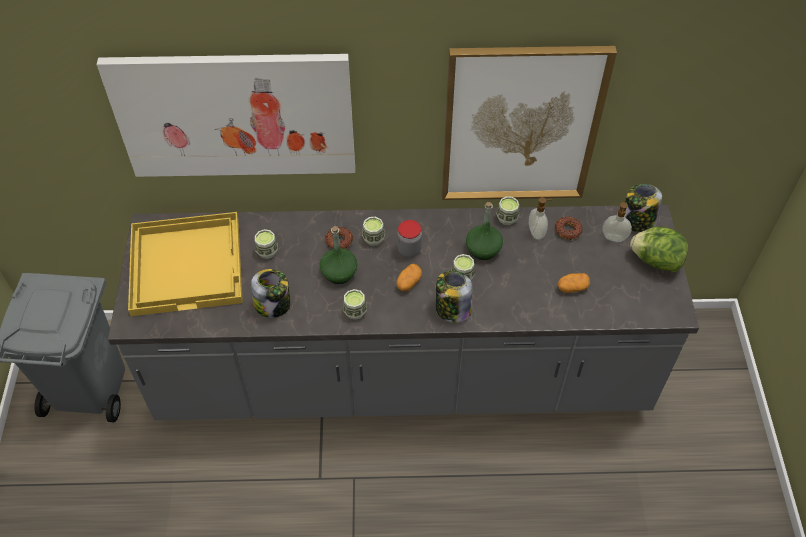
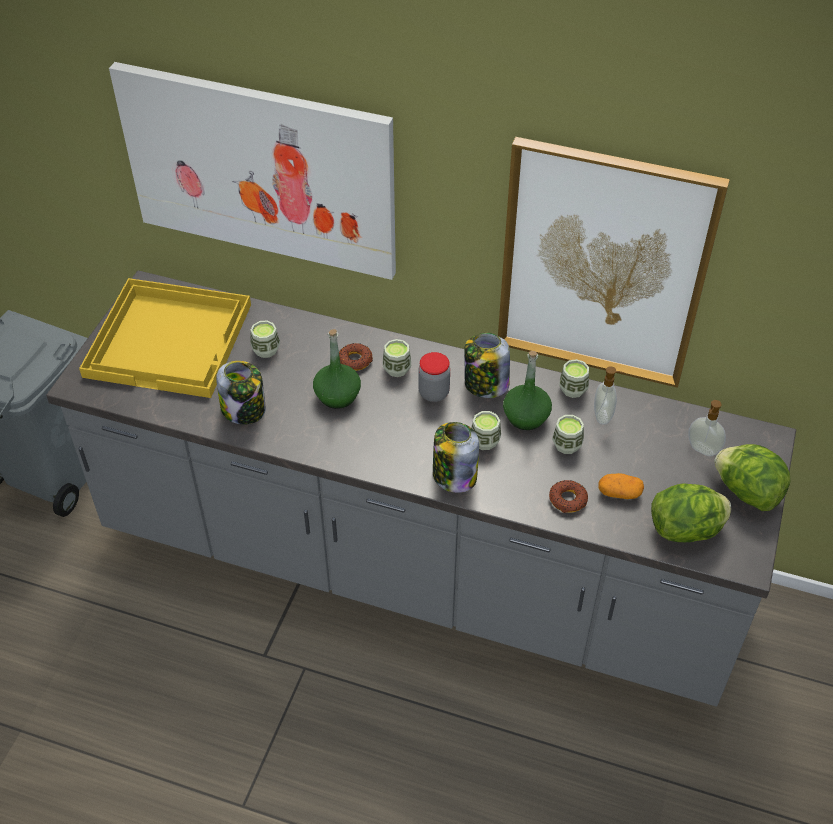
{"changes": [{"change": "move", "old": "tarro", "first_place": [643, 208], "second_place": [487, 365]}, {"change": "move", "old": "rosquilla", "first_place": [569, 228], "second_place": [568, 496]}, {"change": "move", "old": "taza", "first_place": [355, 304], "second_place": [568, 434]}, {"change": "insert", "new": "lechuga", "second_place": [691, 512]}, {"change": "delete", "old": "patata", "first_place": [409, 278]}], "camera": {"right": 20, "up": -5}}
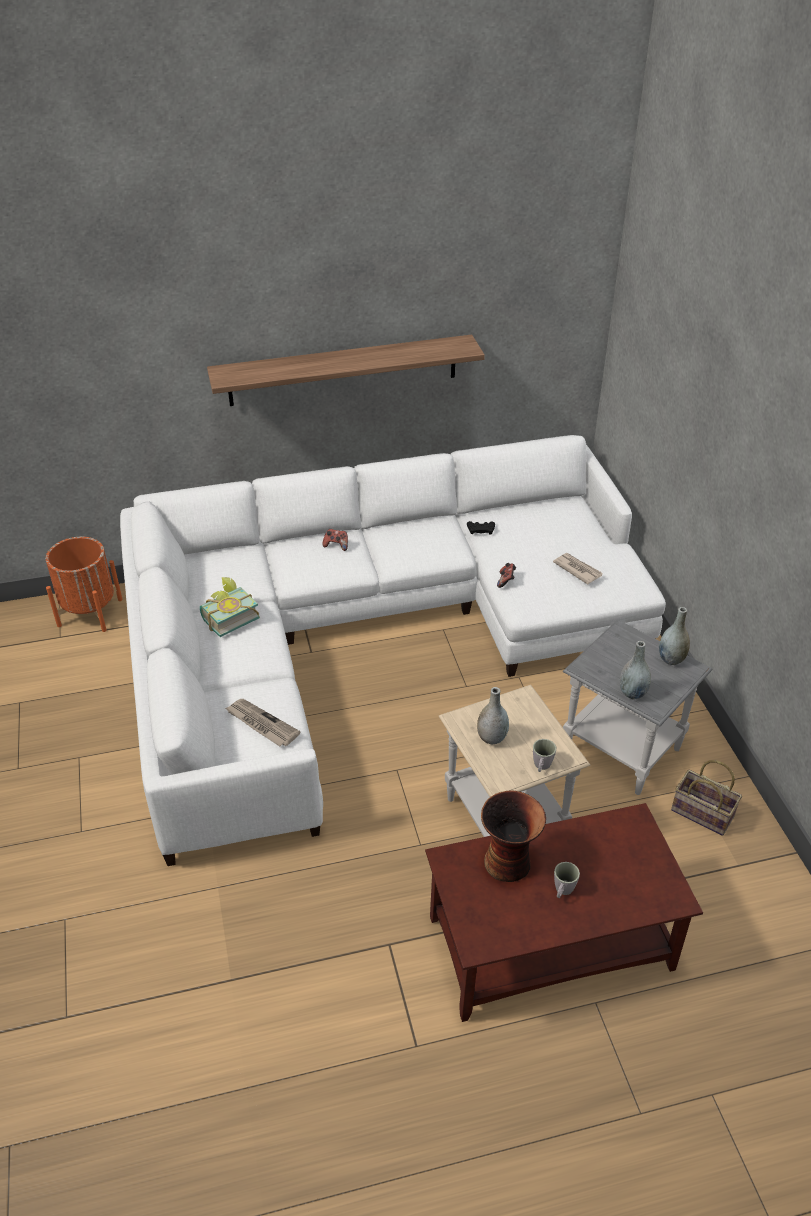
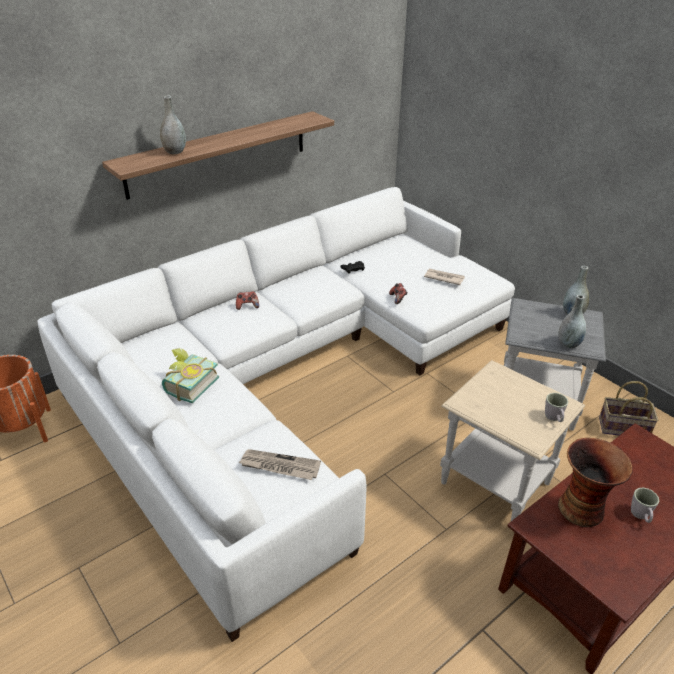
{"changes": [{"change": "move", "old": "florero/gris", "first_place": [493, 715], "second_place": [173, 124]}], "camera": {"right": -25, "up": -5}}
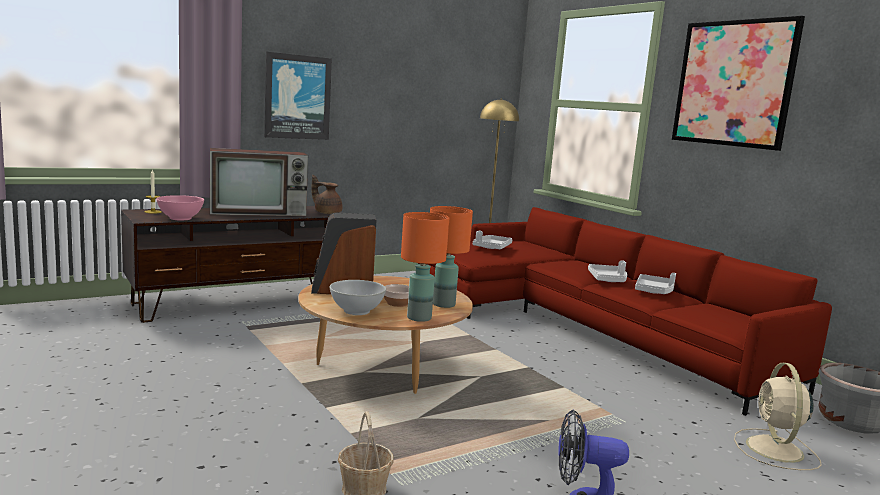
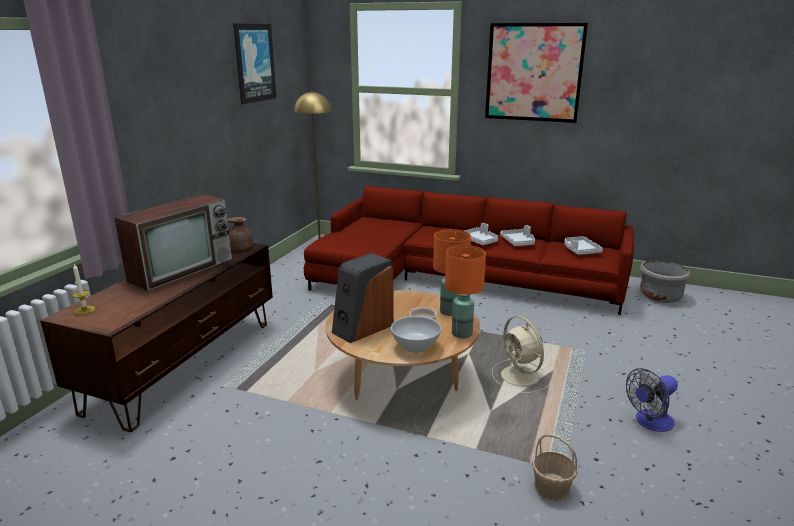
{"changes": [{"change": "move", "old": "cuadro", "first_place": [298, 96], "second_place": [255, 64]}, {"change": "move", "old": "ventilador/beis", "first_place": [778, 416], "second_place": [521, 354]}, {"change": "move", "old": "bandeja/gris", "first_place": [492, 240], "second_place": [583, 245]}, {"change": "delete", "old": "cuenco/rosa", "first_place": [180, 207]}], "camera": {"right": -35, "up": 10}}
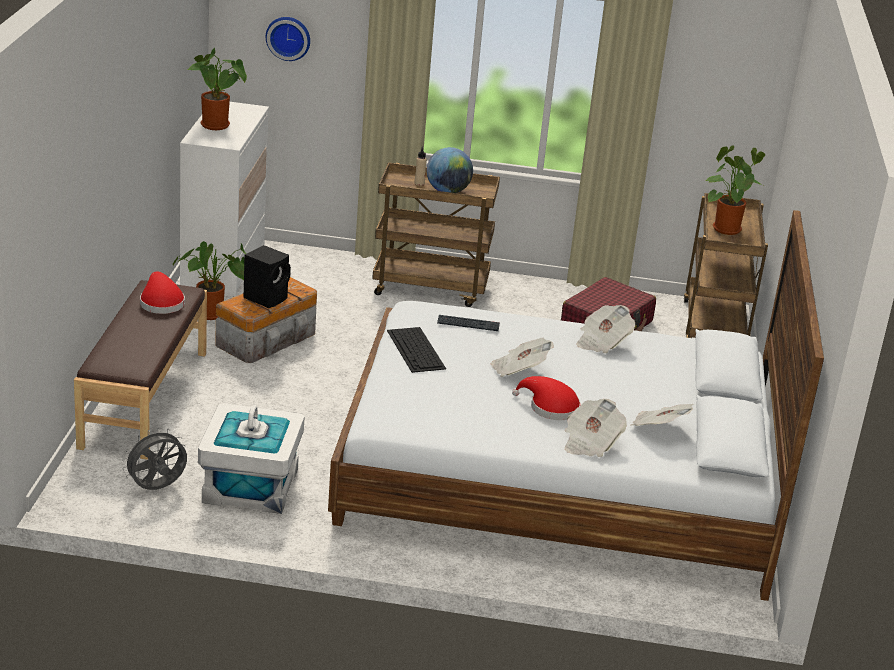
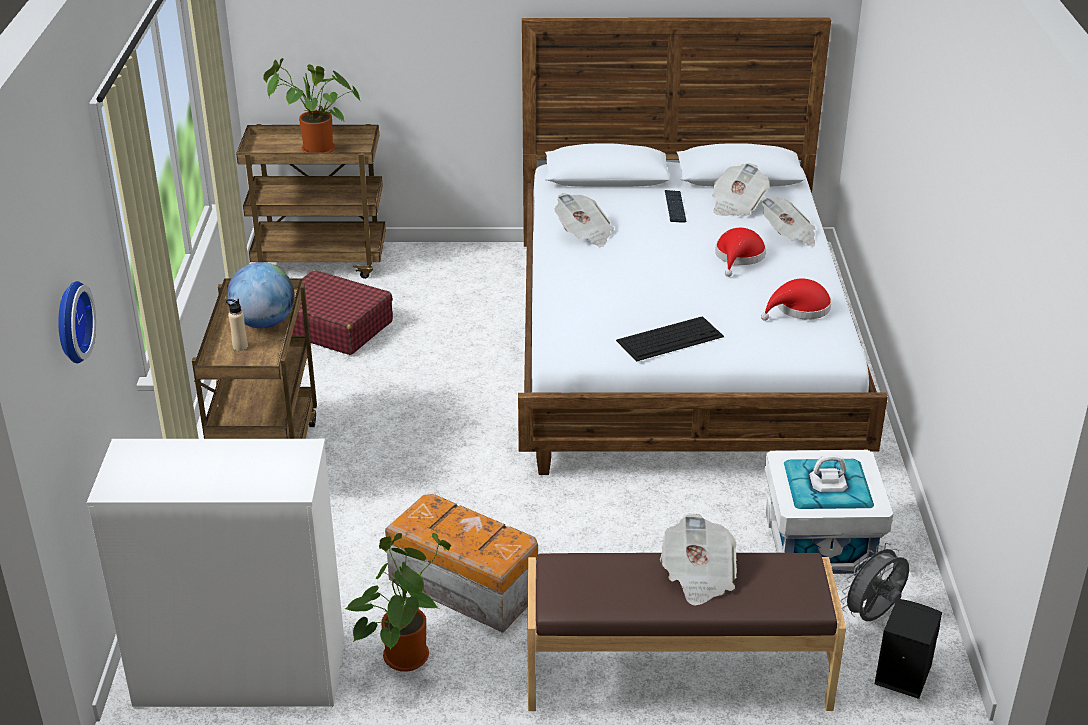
{"changes": [{"change": "move", "old": "periódico", "first_place": [522, 357], "second_place": [698, 560]}, {"change": "move", "old": "teclado", "first_place": [468, 323], "second_place": [675, 206]}, {"change": "move", "old": "sombrero/rojo", "first_place": [162, 292], "second_place": [796, 300]}, {"change": "rotate", "old": "ventilador/gris", "first_place": [154, 459], "second_place": [874, 582], "degrees": 90}, {"change": "move", "old": "altavoz/negro", "first_place": [267, 276], "second_place": [908, 649]}, {"change": "delete", "old": "planta en maceta", "first_place": [217, 89]}], "camera": {"right": -95, "up": 5}}
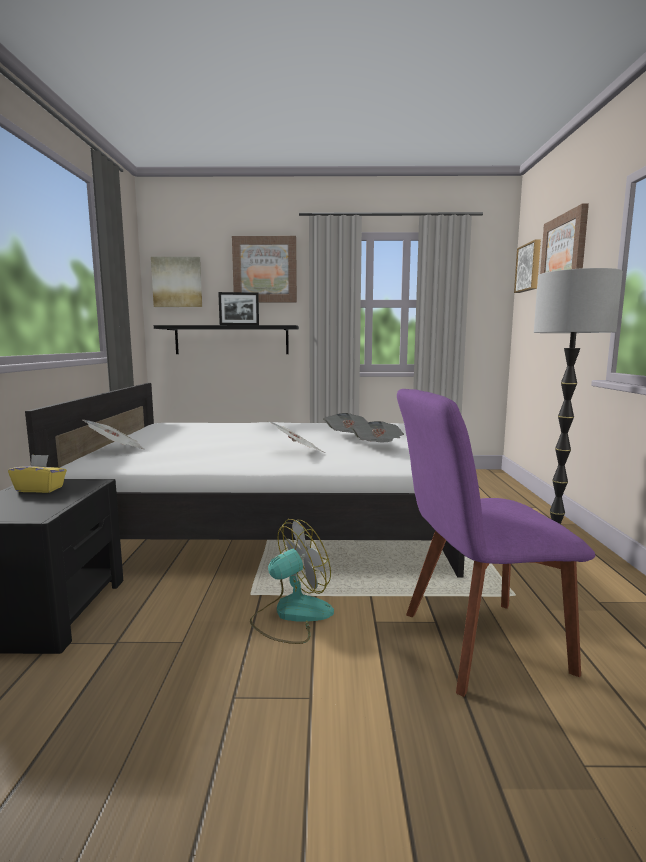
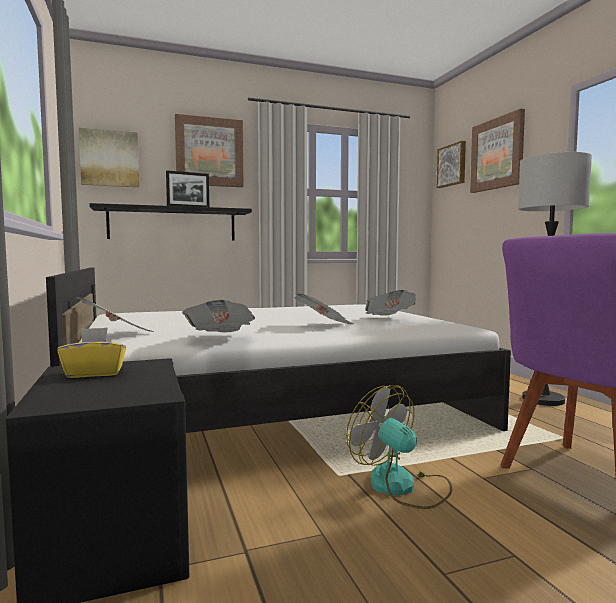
{"changes": [{"change": "move", "old": "periódico", "first_place": [345, 423], "second_place": [218, 316]}, {"change": "rotate", "old": "ventilador", "first_place": [292, 581], "second_place": [399, 447], "degrees": -75}], "camera": {"right": -20, "up": -5}}
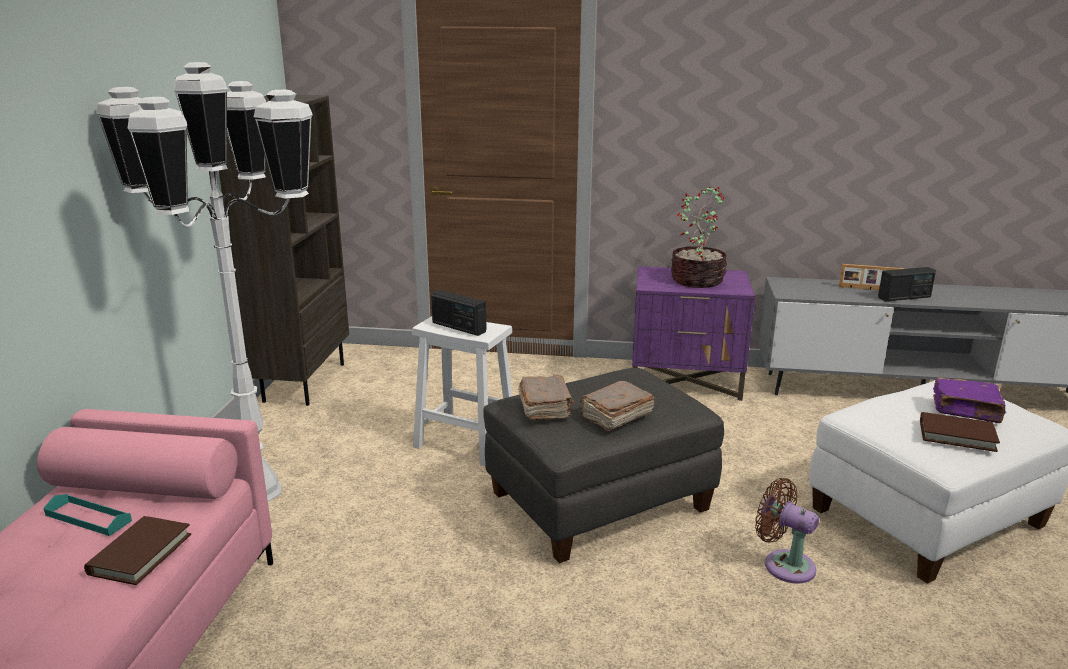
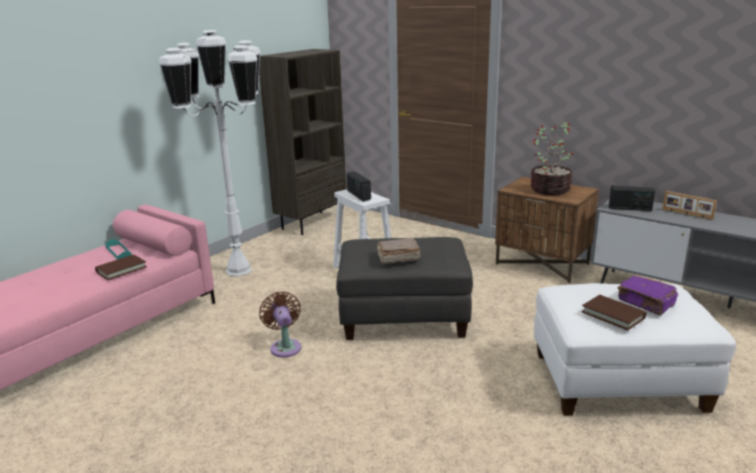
{"changes": [{"change": "move", "old": "ventilador/marrón", "first_place": [787, 531], "second_place": [280, 324]}, {"change": "recolor", "old": "mesita de noche/morado", "new": "mesita de noche/marrón", "first_place": [693, 333], "second_place": [547, 230]}, {"change": "move", "old": "radio", "first_place": [907, 284], "second_place": [632, 198]}, {"change": "delete", "old": "libro/marrón", "first_place": [546, 397]}], "camera": {"right": 30, "up": 0}}
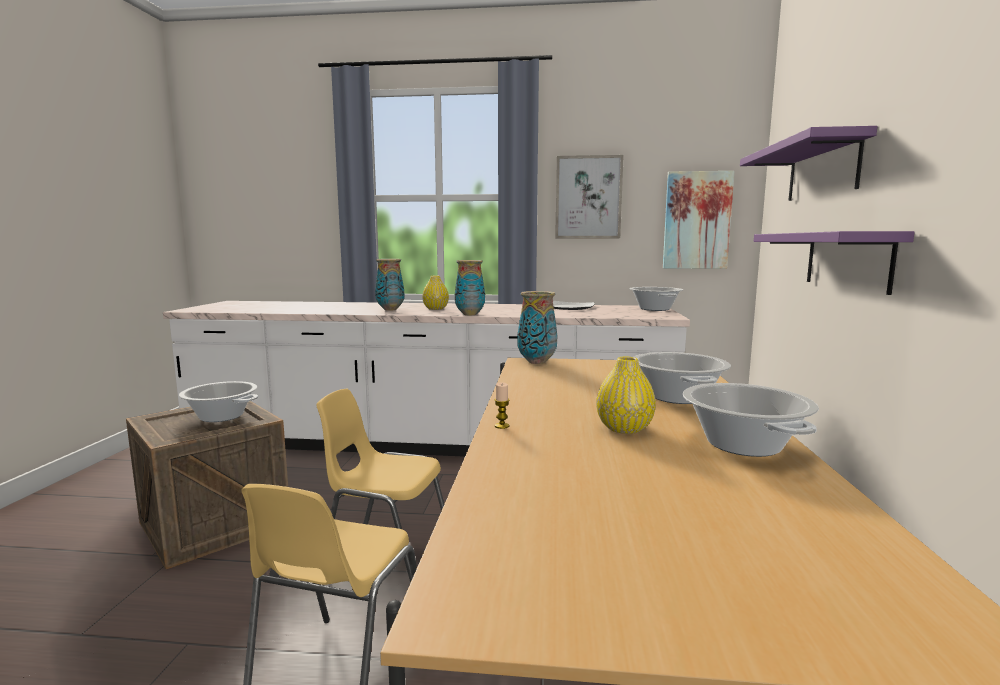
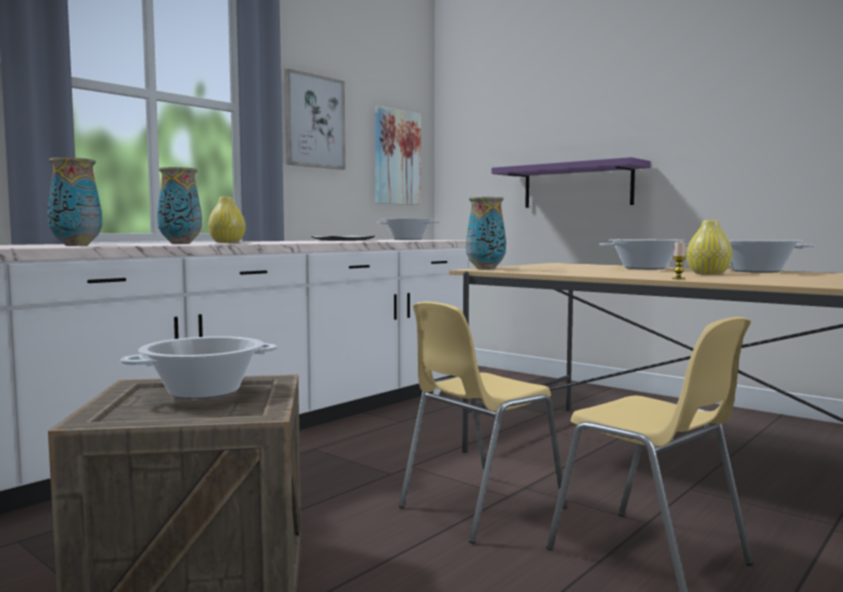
{"changes": [{"change": "move", "old": "florero", "first_place": [470, 287], "second_place": [75, 201]}, {"change": "delete", "old": "estante/morado", "first_place": [808, 163]}], "camera": {"right": -55, "up": -5}}
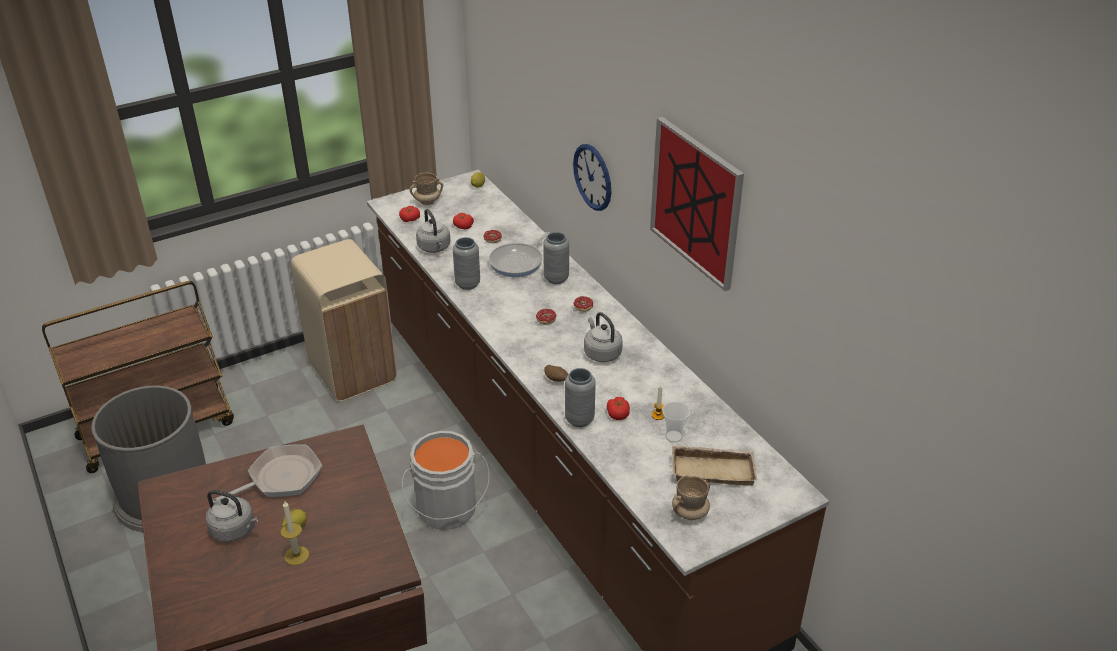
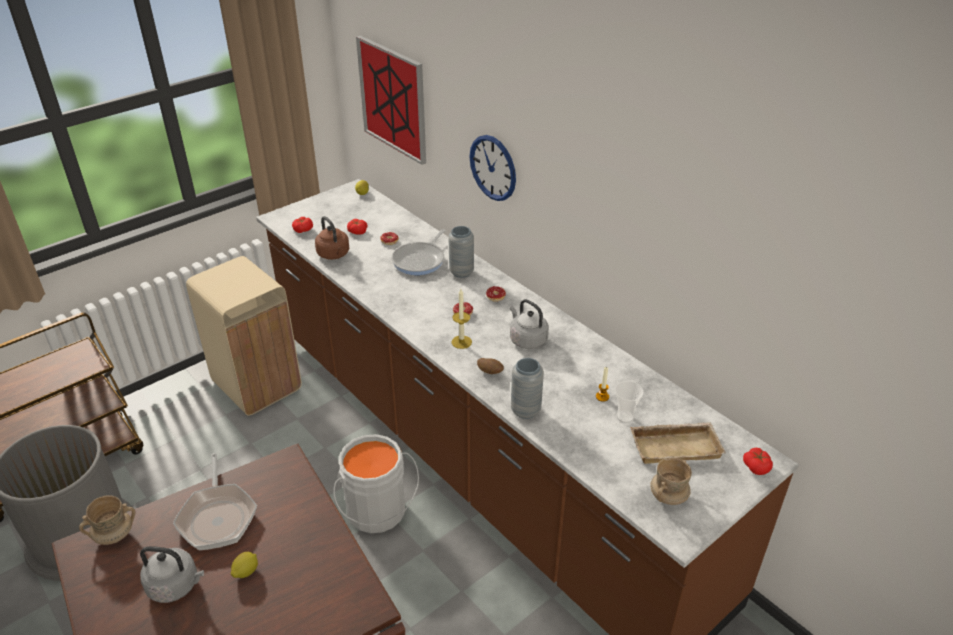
{"changes": [{"change": "move", "old": "taza grande/beis", "first_place": [426, 188], "second_place": [107, 520]}, {"change": "rotate", "old": "sartén", "first_place": [267, 473], "second_place": [215, 501], "degrees": 120}, {"change": "recolor", "old": "hervidor/gris", "new": "hervidor/marrón", "first_place": [433, 231], "second_place": [332, 238]}, {"change": "move", "old": "cuadro", "first_place": [697, 204], "second_place": [391, 100]}, {"change": "move", "old": "vela", "first_place": [294, 533], "second_place": [461, 319]}, {"change": "move", "old": "tomate", "first_place": [618, 408], "second_place": [758, 461]}, {"change": "delete", "old": "florero/gris", "first_place": [466, 263]}], "camera": {"right": -10, "up": 0}}
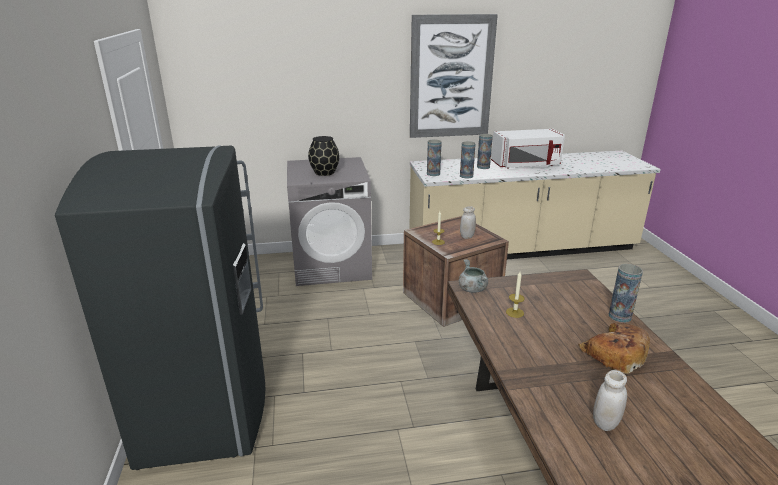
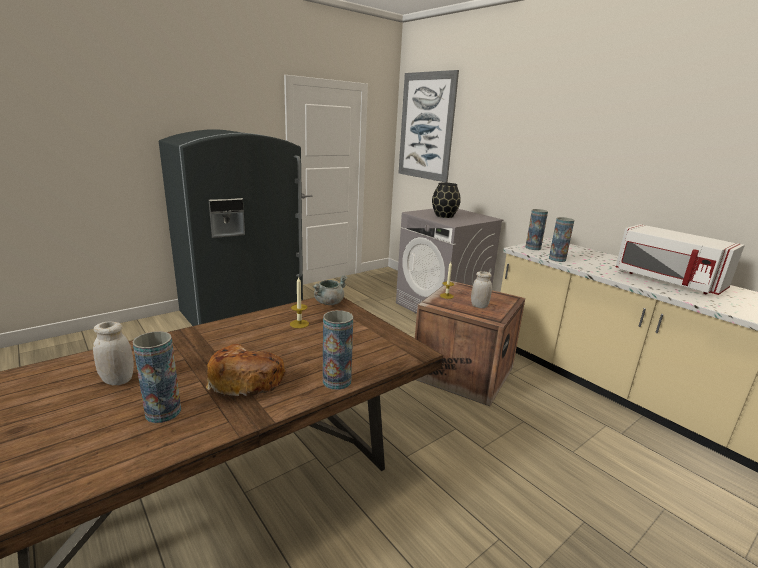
{"changes": [{"change": "move", "old": "florero", "first_place": [485, 151], "second_place": [156, 377]}, {"change": "move", "old": "cuadro", "first_place": [454, 76], "second_place": [429, 126]}], "camera": {"right": 60, "up": -5}}
